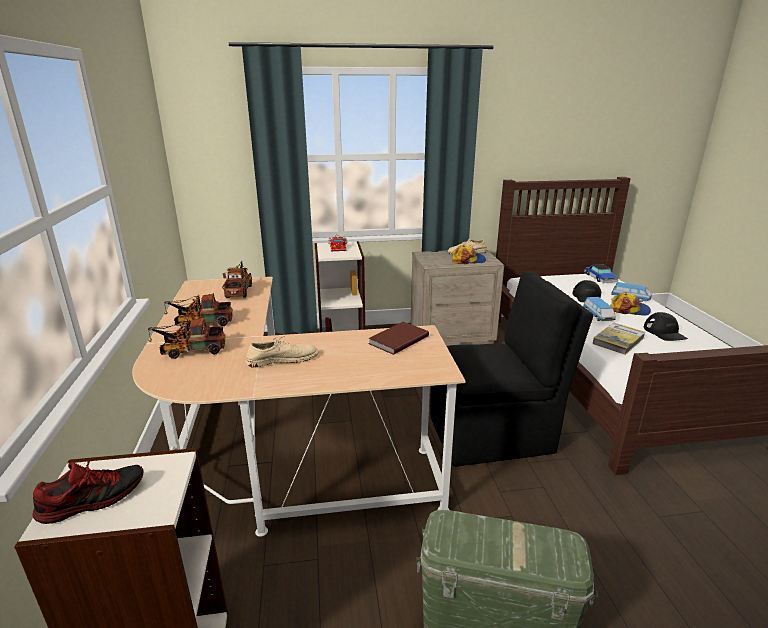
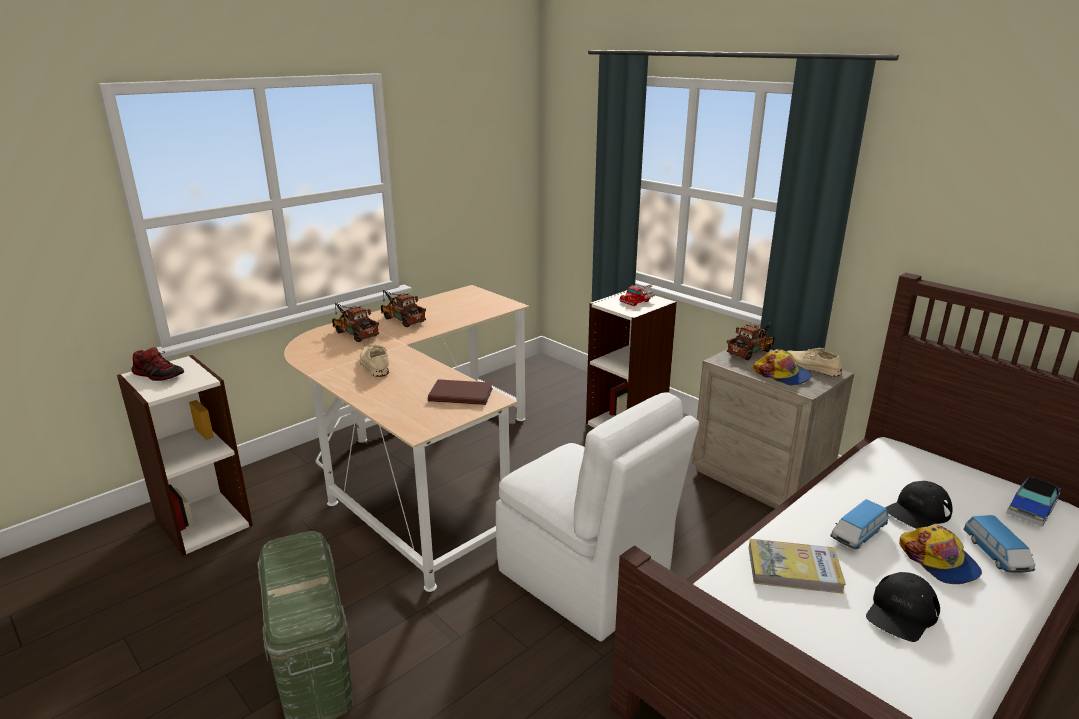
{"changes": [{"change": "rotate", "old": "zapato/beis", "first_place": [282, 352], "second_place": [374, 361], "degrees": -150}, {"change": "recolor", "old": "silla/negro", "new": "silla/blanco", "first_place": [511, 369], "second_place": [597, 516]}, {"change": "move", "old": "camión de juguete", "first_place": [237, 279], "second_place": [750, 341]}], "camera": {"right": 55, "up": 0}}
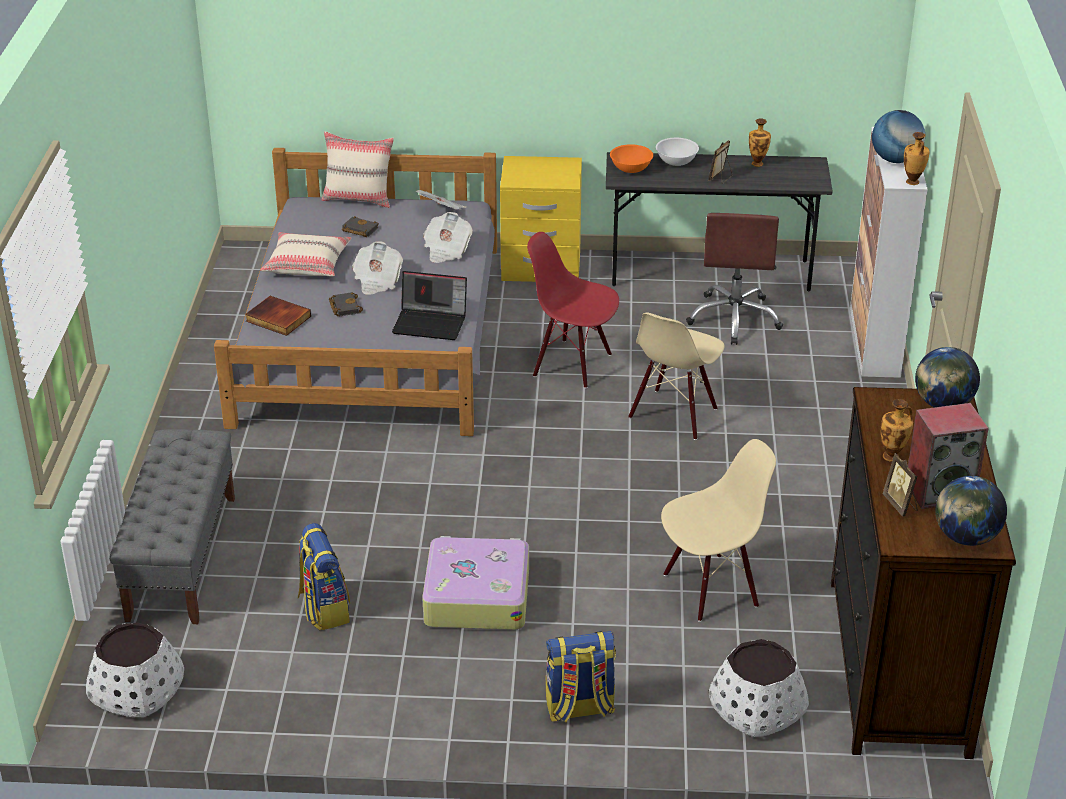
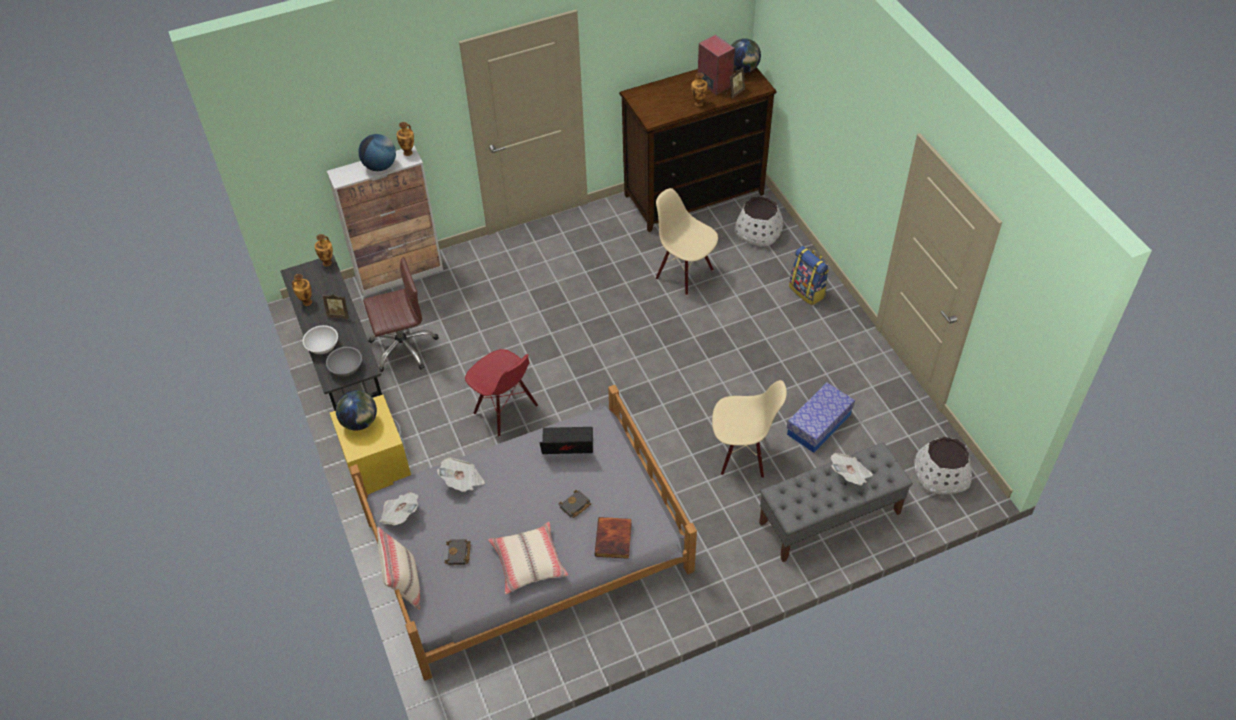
{"changes": [{"change": "insert", "new": "florero", "second_place": [324, 250]}, {"change": "recolor", "old": "cuenco/naranja", "new": "cuenco/gris", "first_place": [631, 158], "second_place": [344, 361]}, {"change": "move", "old": "globo terráqueo", "first_place": [947, 377], "second_place": [356, 410]}, {"change": "rotate", "old": "silla/rojo", "first_place": [573, 310], "second_place": [501, 393], "degrees": -45}, {"change": "rotate", "old": "portátil", "first_place": [429, 305], "second_place": [566, 440], "degrees": -75}, {"change": "move", "old": "silla/beis", "first_place": [676, 376], "second_place": [749, 429]}, {"change": "replace", "old": "mochila", "new": "caja de almacenaje", "first_place": [324, 576], "second_place": [821, 417]}, {"change": "move", "old": "periódico", "first_place": [377, 268], "second_place": [852, 469]}, {"change": "delete", "old": "maleta", "first_place": [475, 583]}], "camera": {"right": -115, "up": 15}}
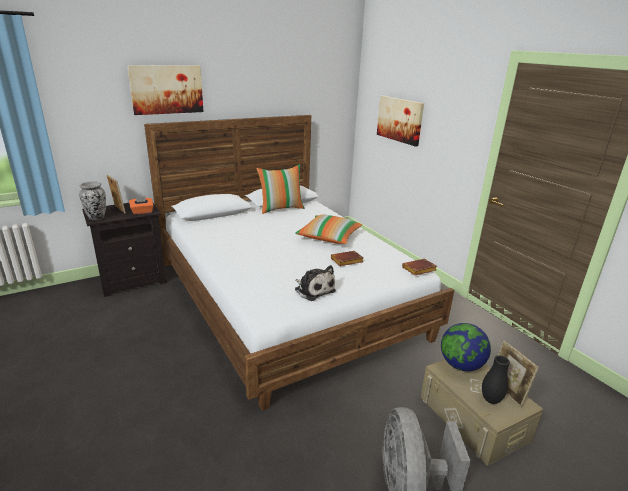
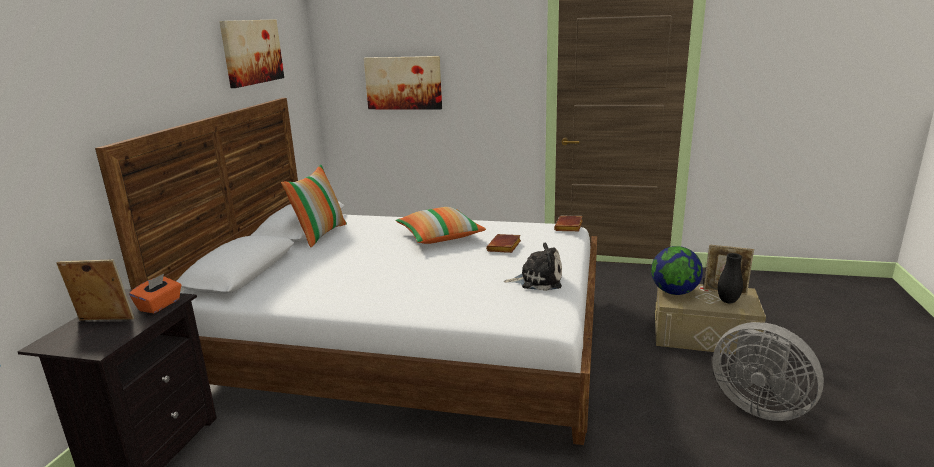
{"changes": [{"change": "move", "old": "cuadro", "first_place": [165, 90], "second_place": [251, 53]}, {"change": "delete", "old": "florero", "first_place": [92, 200]}], "camera": {"right": -45, "up": -5}}
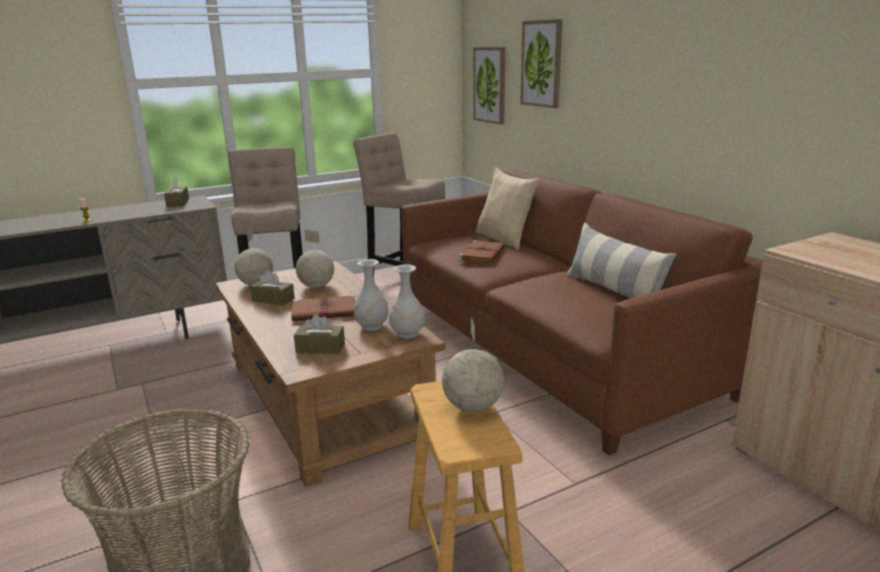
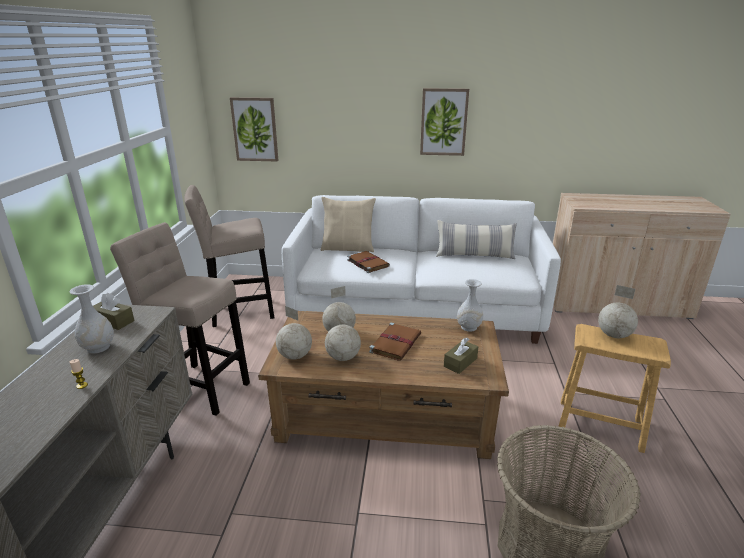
{"changes": [{"change": "move", "old": "florero/blanco", "first_place": [371, 295], "second_place": [92, 319]}, {"change": "recolor", "old": "sofá/marrón", "new": "sofá/blanco", "first_place": [582, 312], "second_place": [421, 269]}, {"change": "replace", "old": "caja de pañuelos/marrón", "new": "globo terráqueo", "first_place": [272, 288], "second_place": [343, 334]}, {"change": "move", "old": "cuadro", "first_place": [541, 63], "second_place": [444, 122]}], "camera": {"right": -55, "up": 5}}
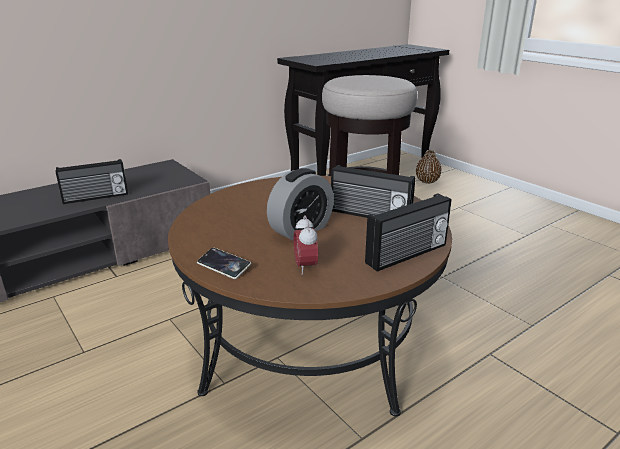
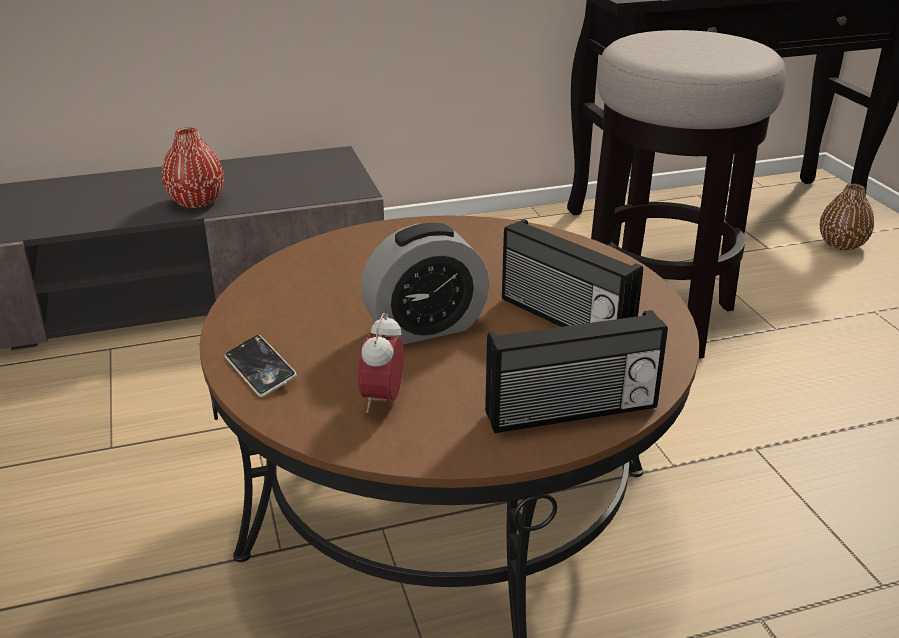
{"changes": [{"change": "replace", "old": "radio", "new": "florero/rojo", "first_place": [92, 181], "second_place": [193, 167]}], "camera": {"right": 20, "up": 5}}
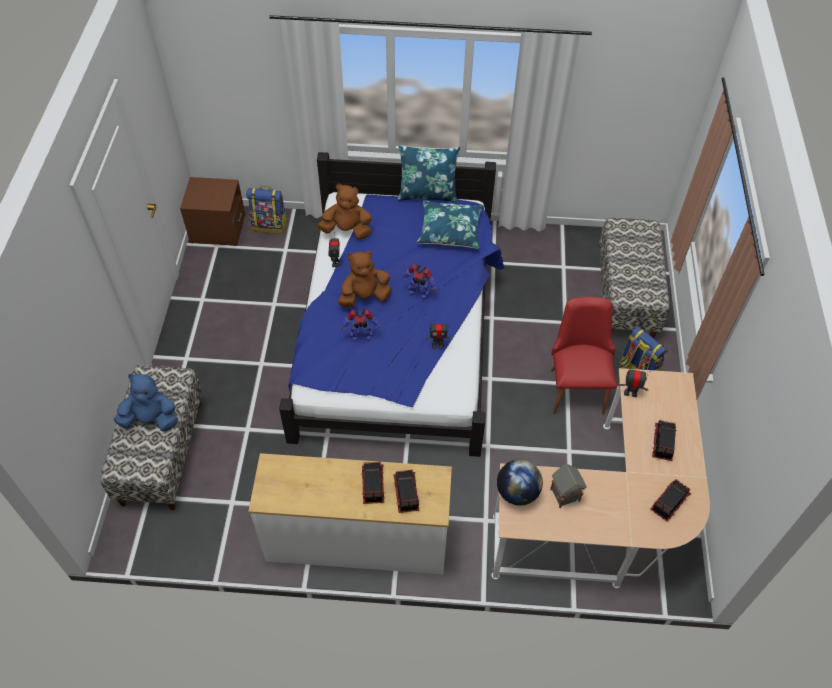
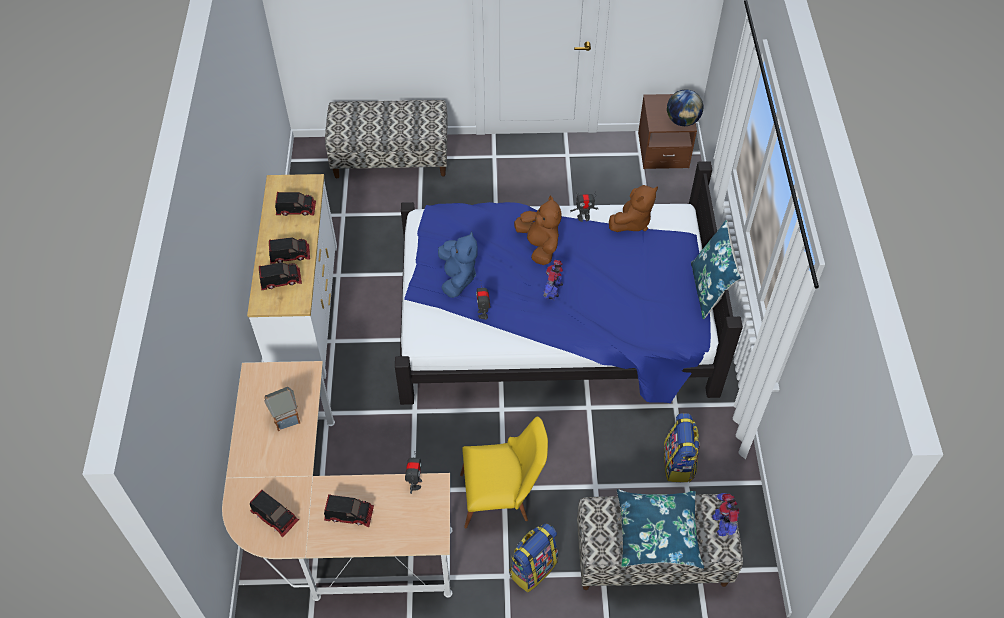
{"changes": [{"change": "insert", "new": "camión de juguete", "second_place": [295, 204]}, {"change": "move", "old": "peluche/azul", "first_place": [146, 402], "second_place": [458, 264]}, {"change": "recolor", "old": "silla/rojo", "new": "silla/amarillo", "first_place": [584, 356], "second_place": [504, 472]}, {"change": "rotate", "old": "peluche/marrón", "first_place": [344, 211], "second_place": [633, 208], "degrees": 45}, {"change": "move", "old": "cojín/azul", "first_place": [450, 224], "second_place": [660, 529]}, {"change": "move", "old": "mochila", "first_place": [267, 210], "second_place": [682, 447]}, {"change": "move", "old": "globo terráqueo", "first_place": [520, 482], "second_place": [685, 107]}, {"change": "move", "old": "robot de juguete", "first_place": [361, 325], "second_place": [725, 516]}], "camera": {"right": 85, "up": 0}}
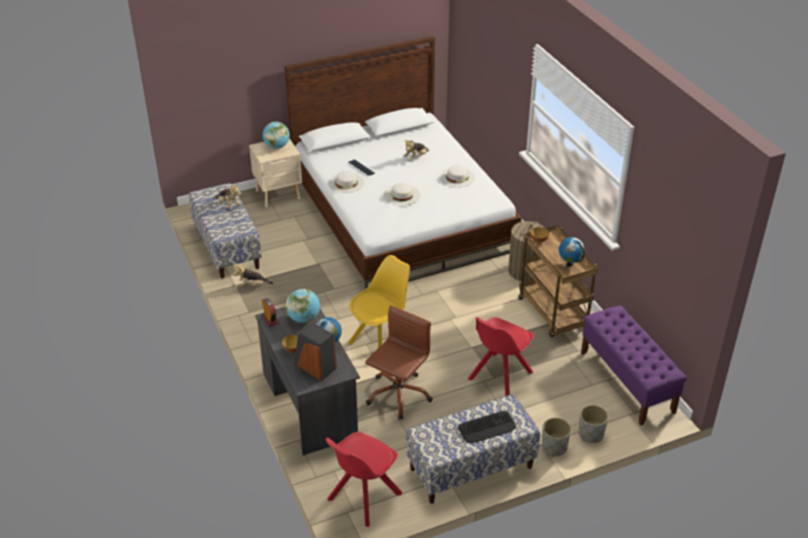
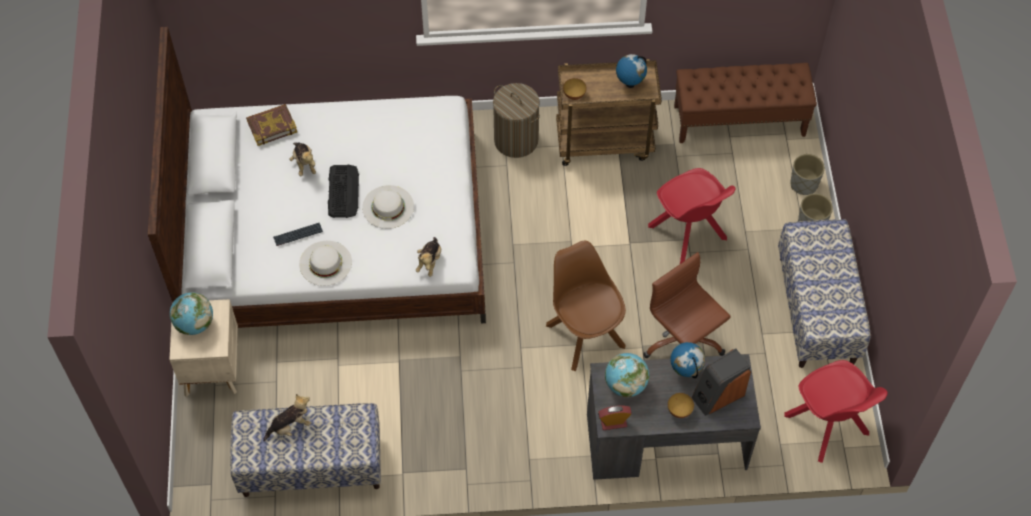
{"changes": [{"change": "insert", "new": "libro", "second_place": [271, 125]}, {"change": "move", "old": "teclado", "first_place": [487, 427], "second_place": [343, 191]}, {"change": "move", "old": "peluche", "first_place": [253, 275], "second_place": [428, 257]}, {"change": "recolor", "old": "silla/amarillo", "new": "silla/marrón", "first_place": [379, 301], "second_place": [586, 306]}, {"change": "recolor", "old": "banco/morado", "new": "banco/marrón", "first_place": [634, 366], "second_place": [745, 103]}, {"change": "delete", "old": "sombrero/blanco", "first_place": [457, 176]}], "camera": {"right": -70, "up": 20}}
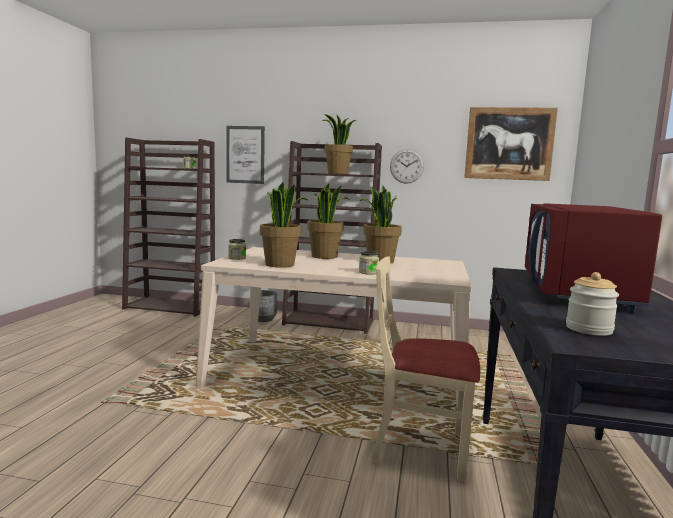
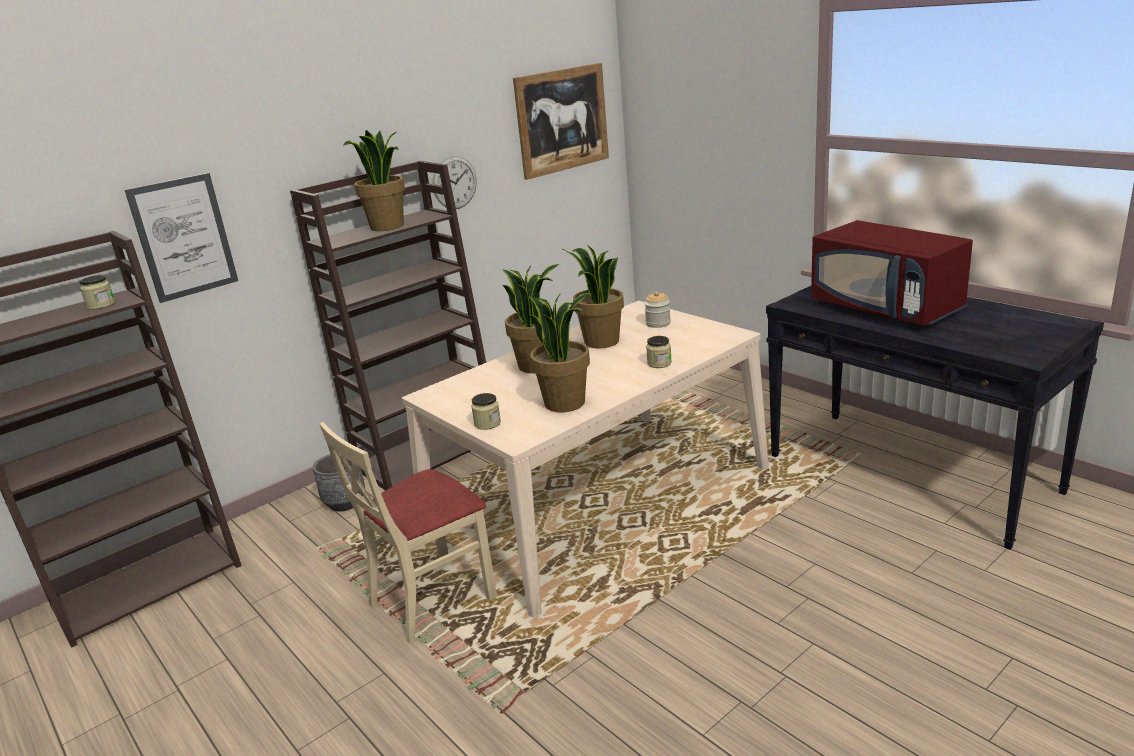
{"changes": [{"change": "move", "old": "silla/beis", "first_place": [425, 369], "second_place": [408, 533]}, {"change": "move", "old": "tarro", "first_place": [592, 304], "second_place": [657, 309]}], "camera": {"right": -50, "up": 15}}
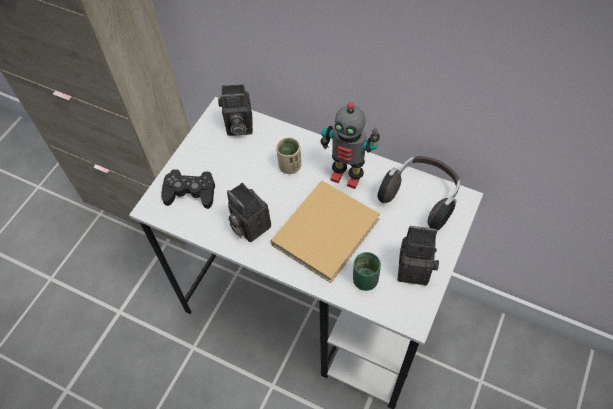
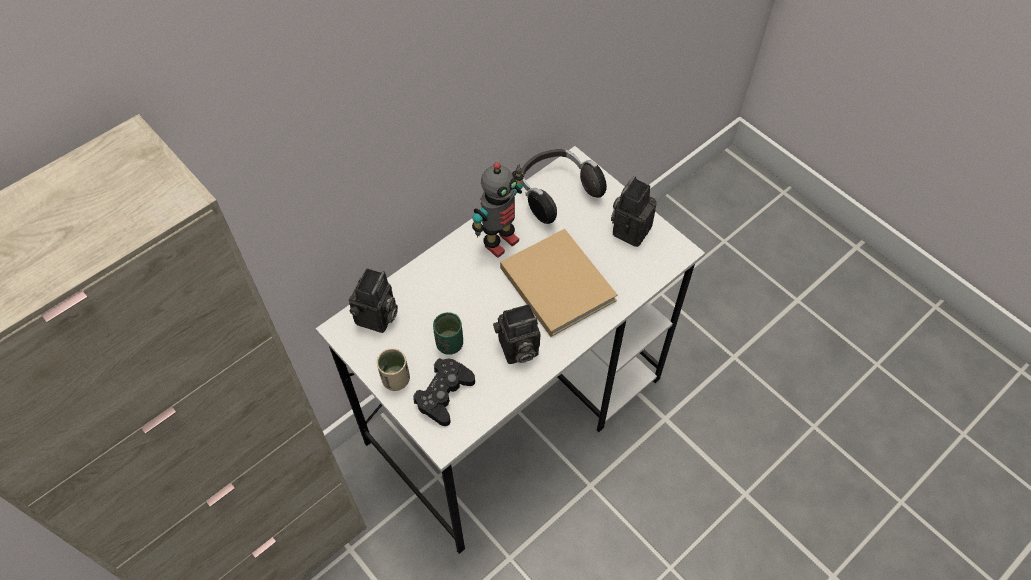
{"changes": [{"change": "move", "old": "taza/beis", "first_place": [288, 155], "second_place": [393, 369]}, {"change": "move", "old": "taza/verde", "first_place": [367, 271], "second_place": [448, 333]}], "camera": {"right": -70, "up": 0}}
